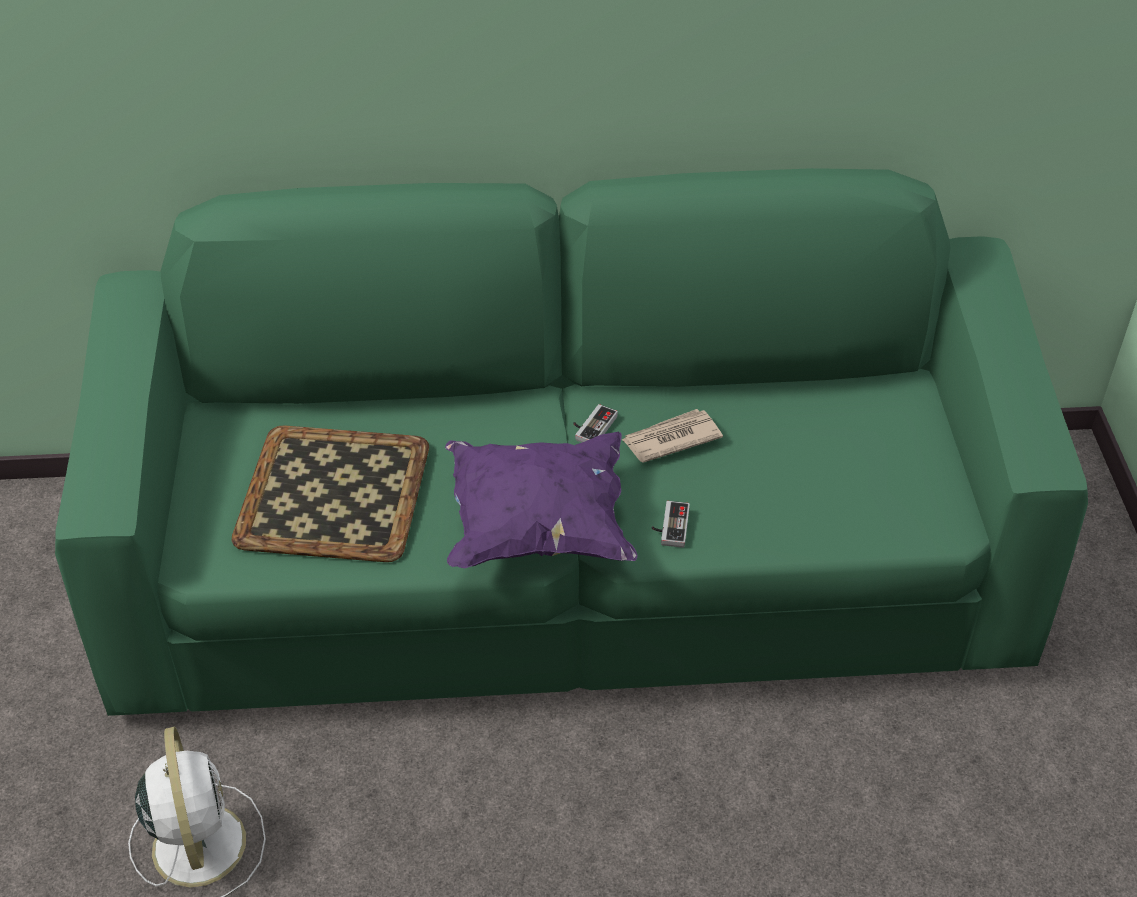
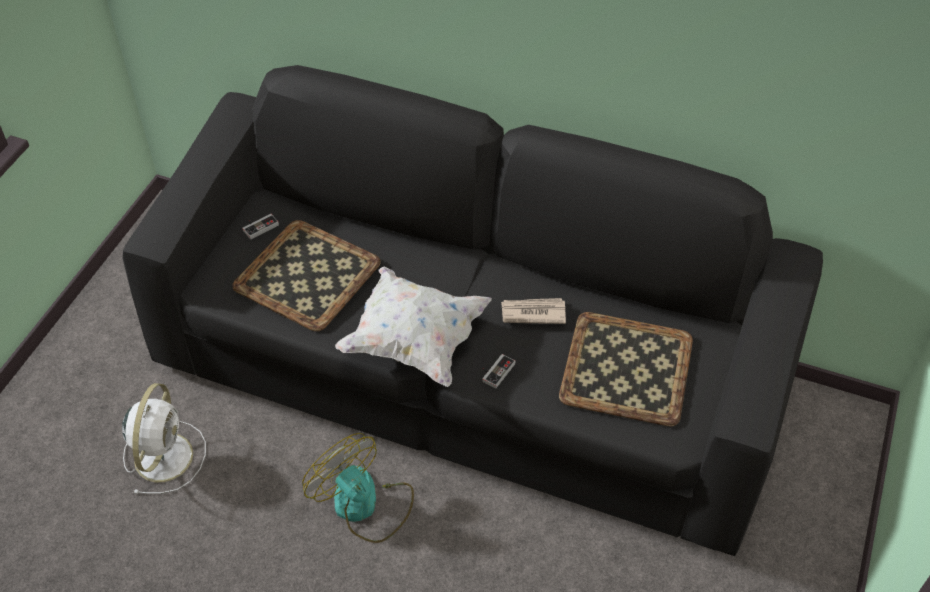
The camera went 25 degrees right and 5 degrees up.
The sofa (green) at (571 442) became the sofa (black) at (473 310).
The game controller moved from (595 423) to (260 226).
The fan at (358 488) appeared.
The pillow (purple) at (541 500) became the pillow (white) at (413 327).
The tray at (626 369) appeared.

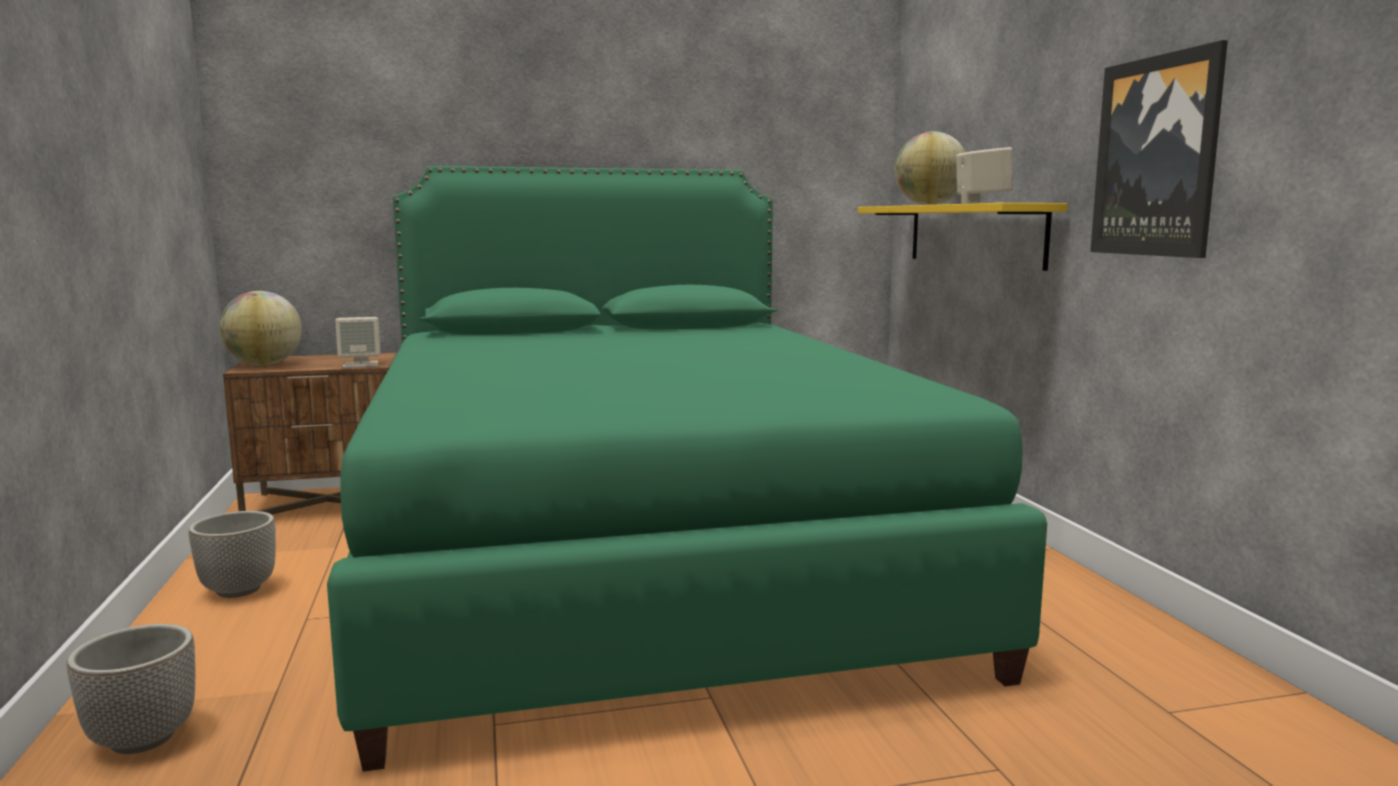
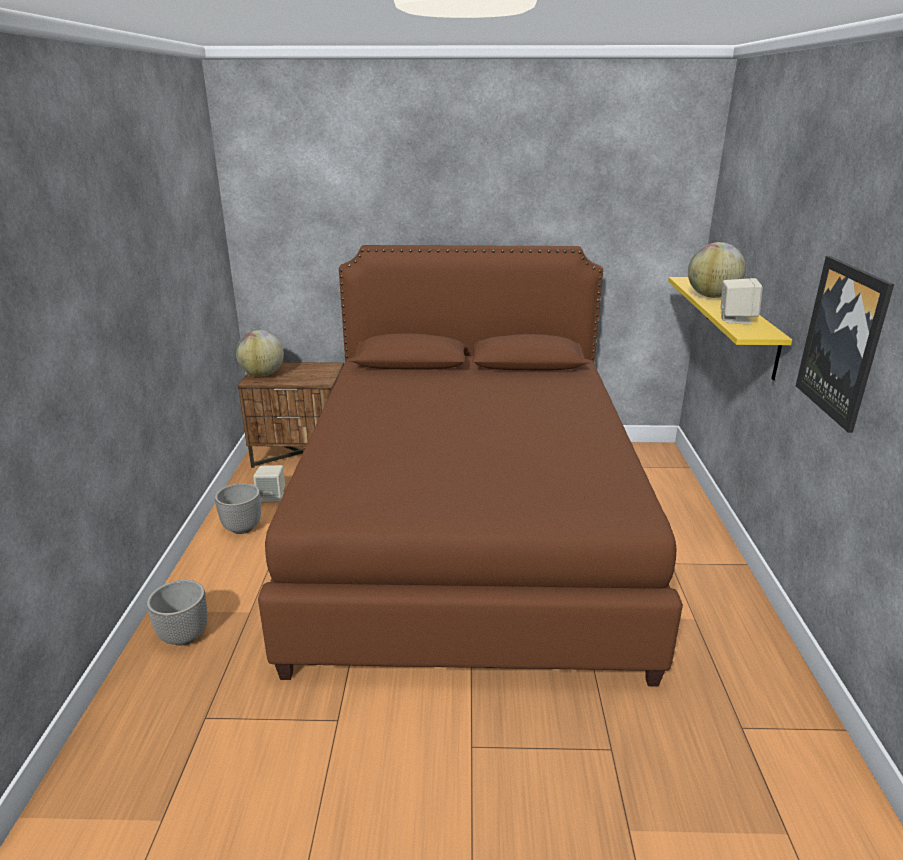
The camera went 15 degrees right and 15 degrees up.
The speaker (beige) moved from (357 342) to (269 483).
The bed (green) at (687 469) became the bed (brown) at (470 466).

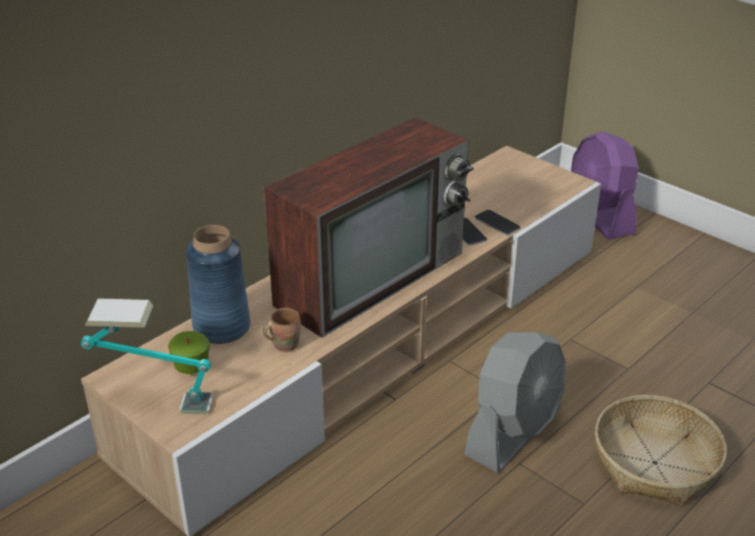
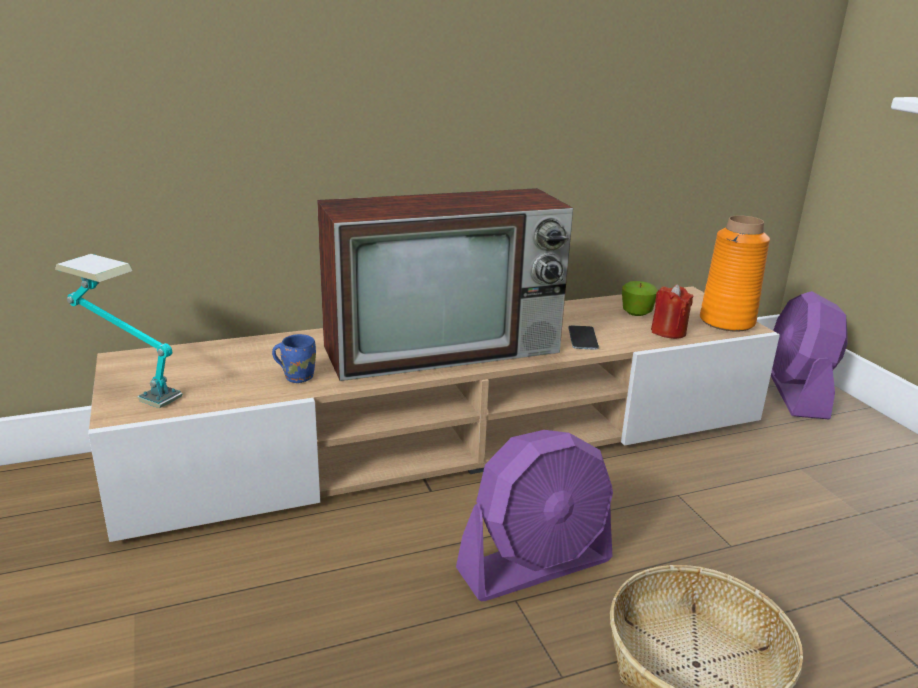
The camera went 25 degrees right and 10 degrees down.
The mug (brown) at (282 330) became the mug (blue) at (294 358).
The fan (grey) at (515 402) became the fan (purple) at (534 515).
The apple moved from (189 352) to (640 298).
The candle (red) at (672 311) appeared.
The vase (orange) at (735 273) appeared.
The vase (blue) at (218 284) disappeared.
The phone at (497 222) disappeared.

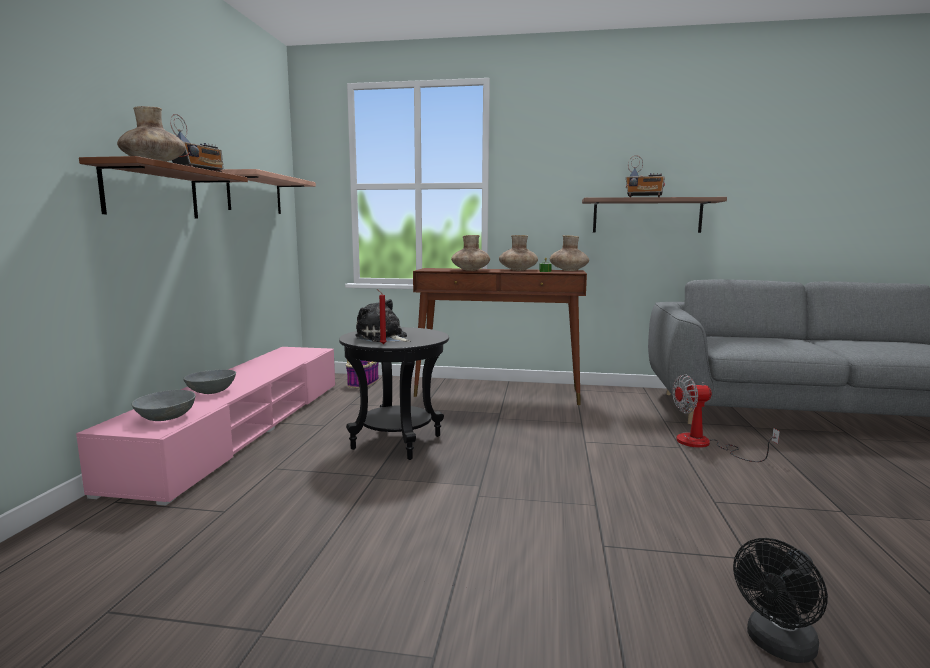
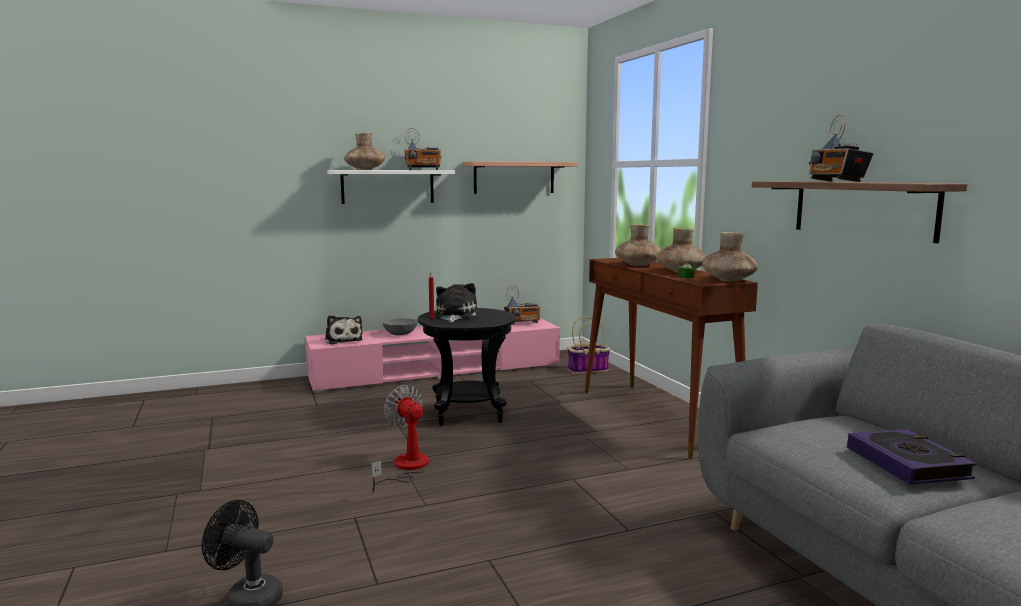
The camera went 60 degrees right and 0 degrees up.
The bowl (grey) at (164 405) was replaced by the plush toy at (344 329).
The shelf (brown) at (163 187) became the shelf (white) at (391 187).
The fan moved from (726 418) to (400 439).
The radio at (522 305) appeared.
The book at (912 457) appeared.

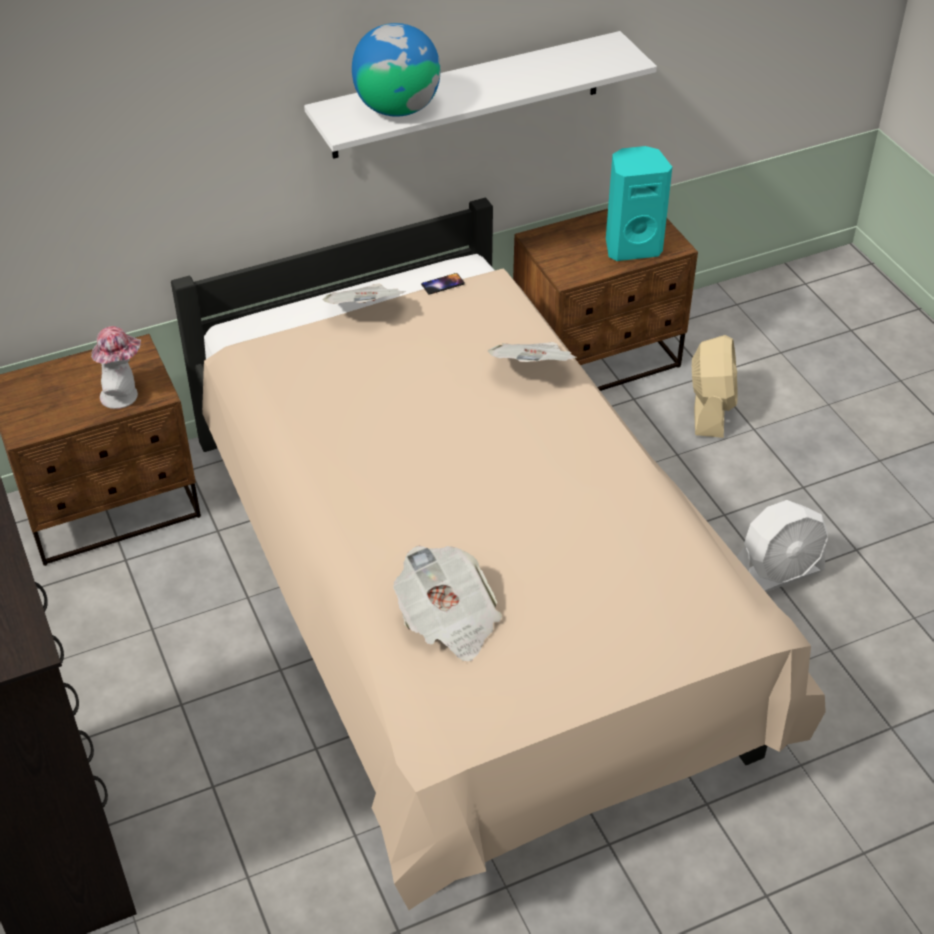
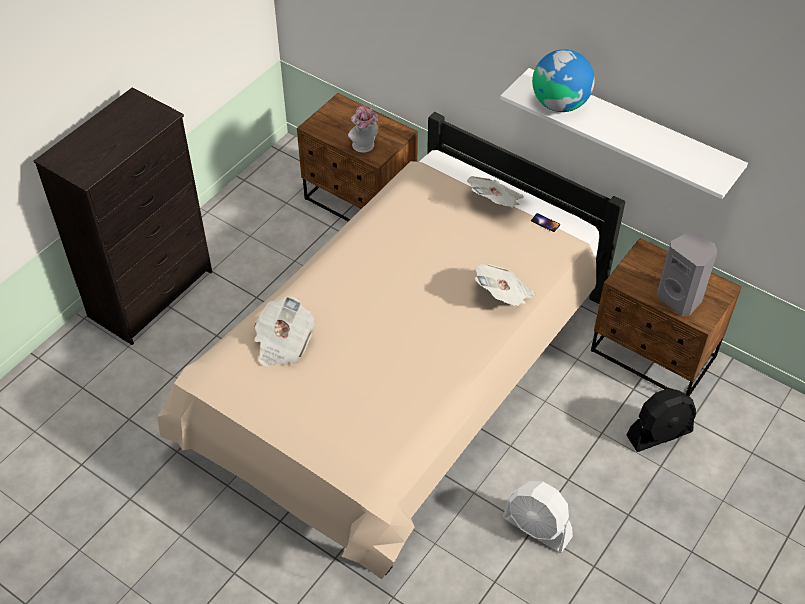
The camera went 60 degrees right and 5 degrees up.
The fan (beige) at (714 386) became the fan (black) at (661 420).
The speaker (turquoise) at (639 203) became the speaker (grey) at (687 274).

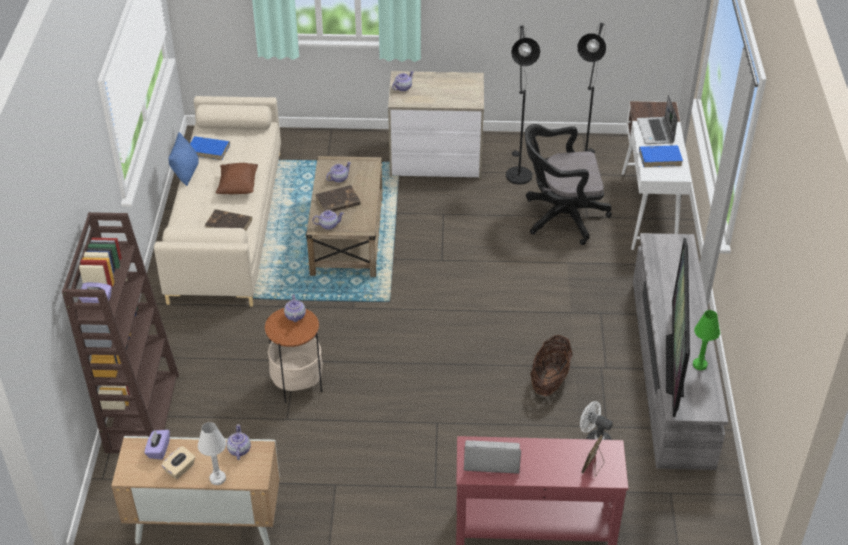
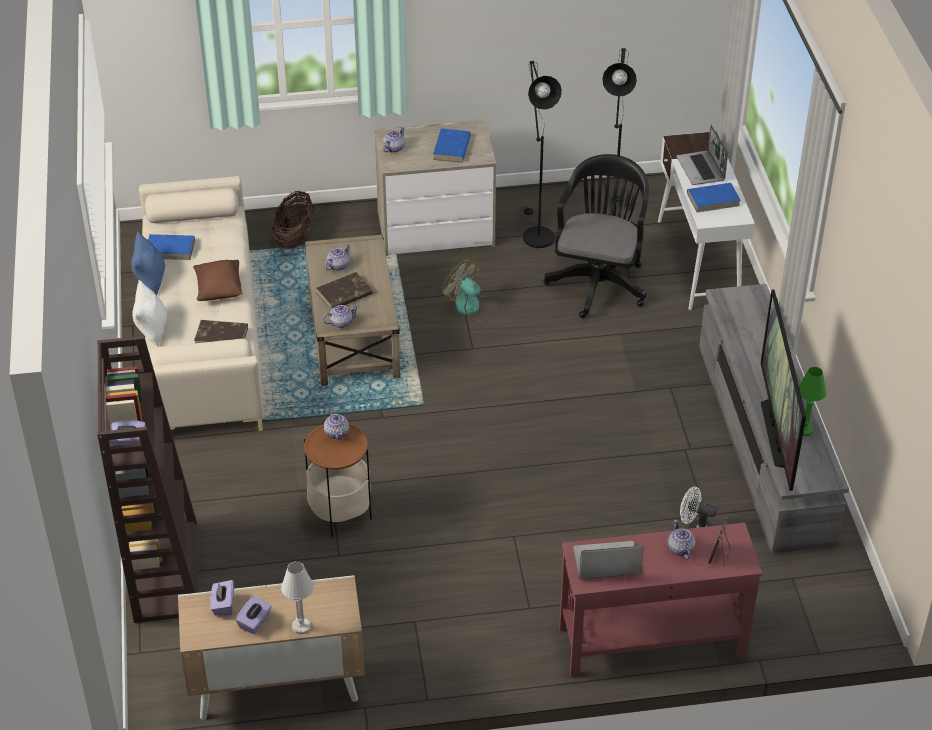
The camera went 10 degrees left and 0 degrees up.
The pillow (white) at (150 313) appeared.
The tissue box (beige) at (179 462) became the tissue box (purple) at (254 615).
The basket moved from (551 365) to (293 220).
The book (blue) at (452 145) appeared.
The fan at (471 290) appeared.
The office chair (black) at (568 184) turned 120 degrees clockwise.
The teapot moved from (239 442) to (681 539).

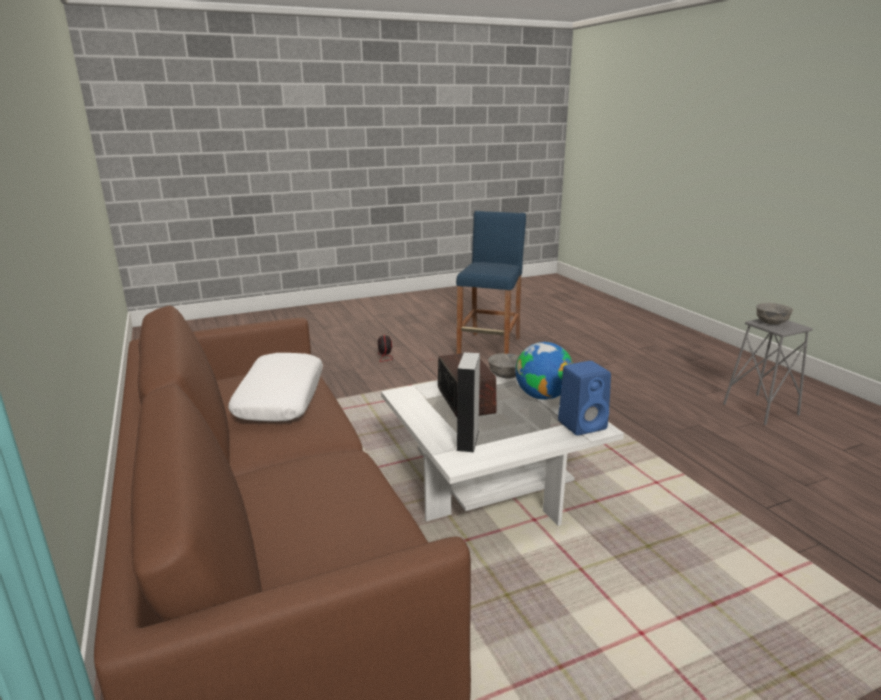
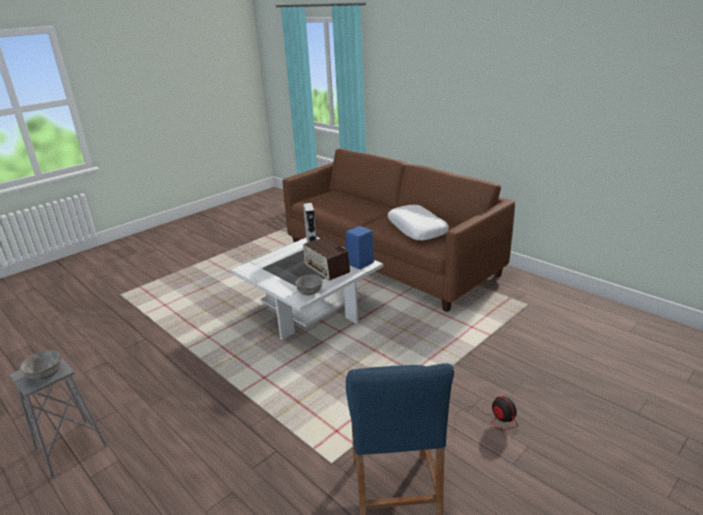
The camera went 160 degrees right and 5 degrees up.
The speaker (blue) moved from (584 398) to (360 247).
The globe at (544 371) disappeared.

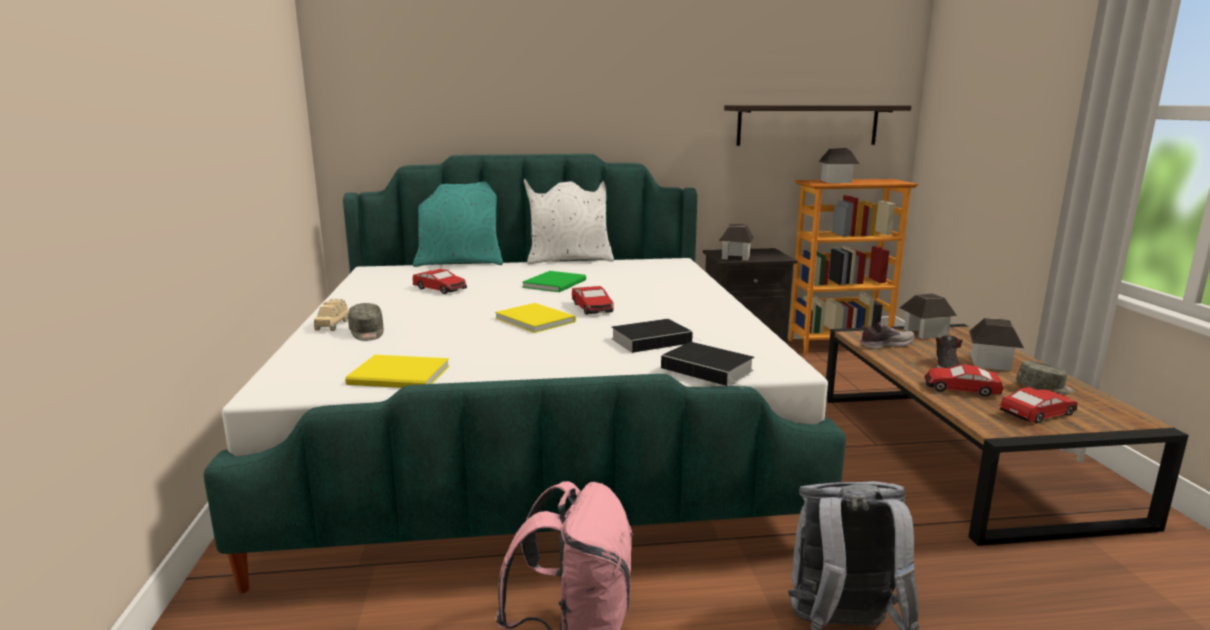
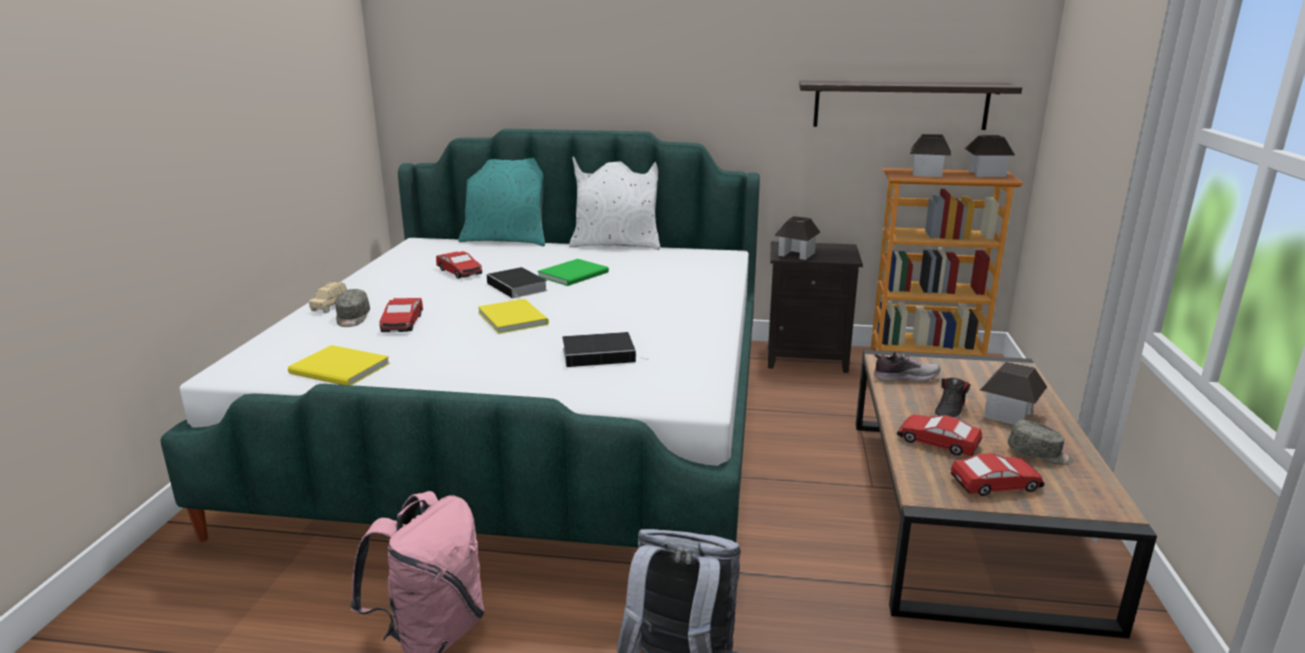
The camera went 15 degrees right and 5 degrees up.
The toy car moved from (593 300) to (401 315).
The book moved from (707 365) to (517 283).
The toy house moved from (928 316) to (989 156).

